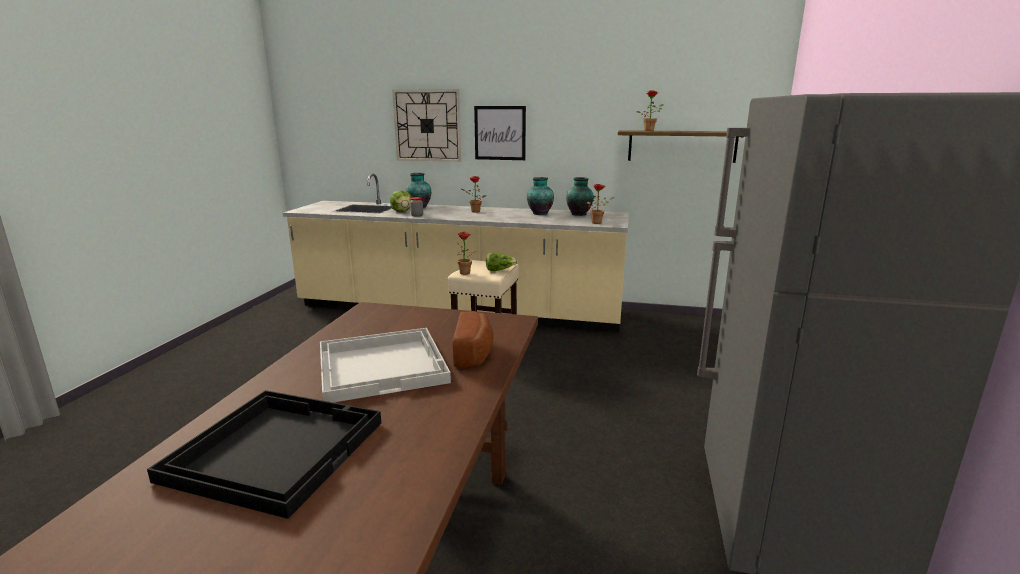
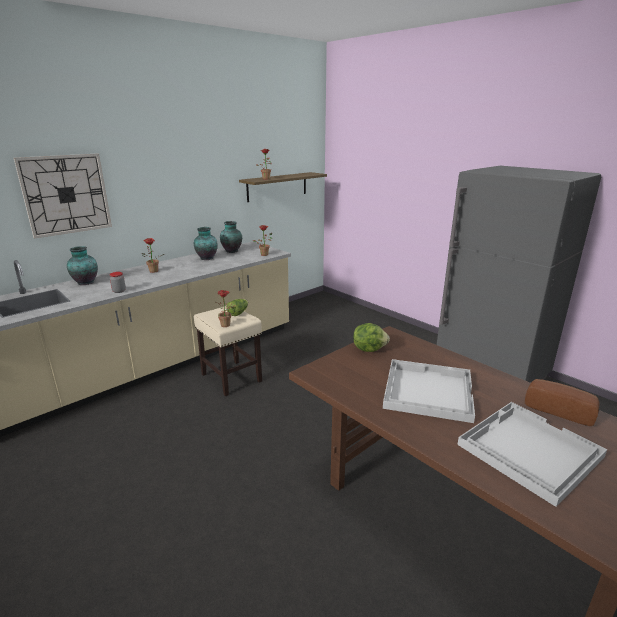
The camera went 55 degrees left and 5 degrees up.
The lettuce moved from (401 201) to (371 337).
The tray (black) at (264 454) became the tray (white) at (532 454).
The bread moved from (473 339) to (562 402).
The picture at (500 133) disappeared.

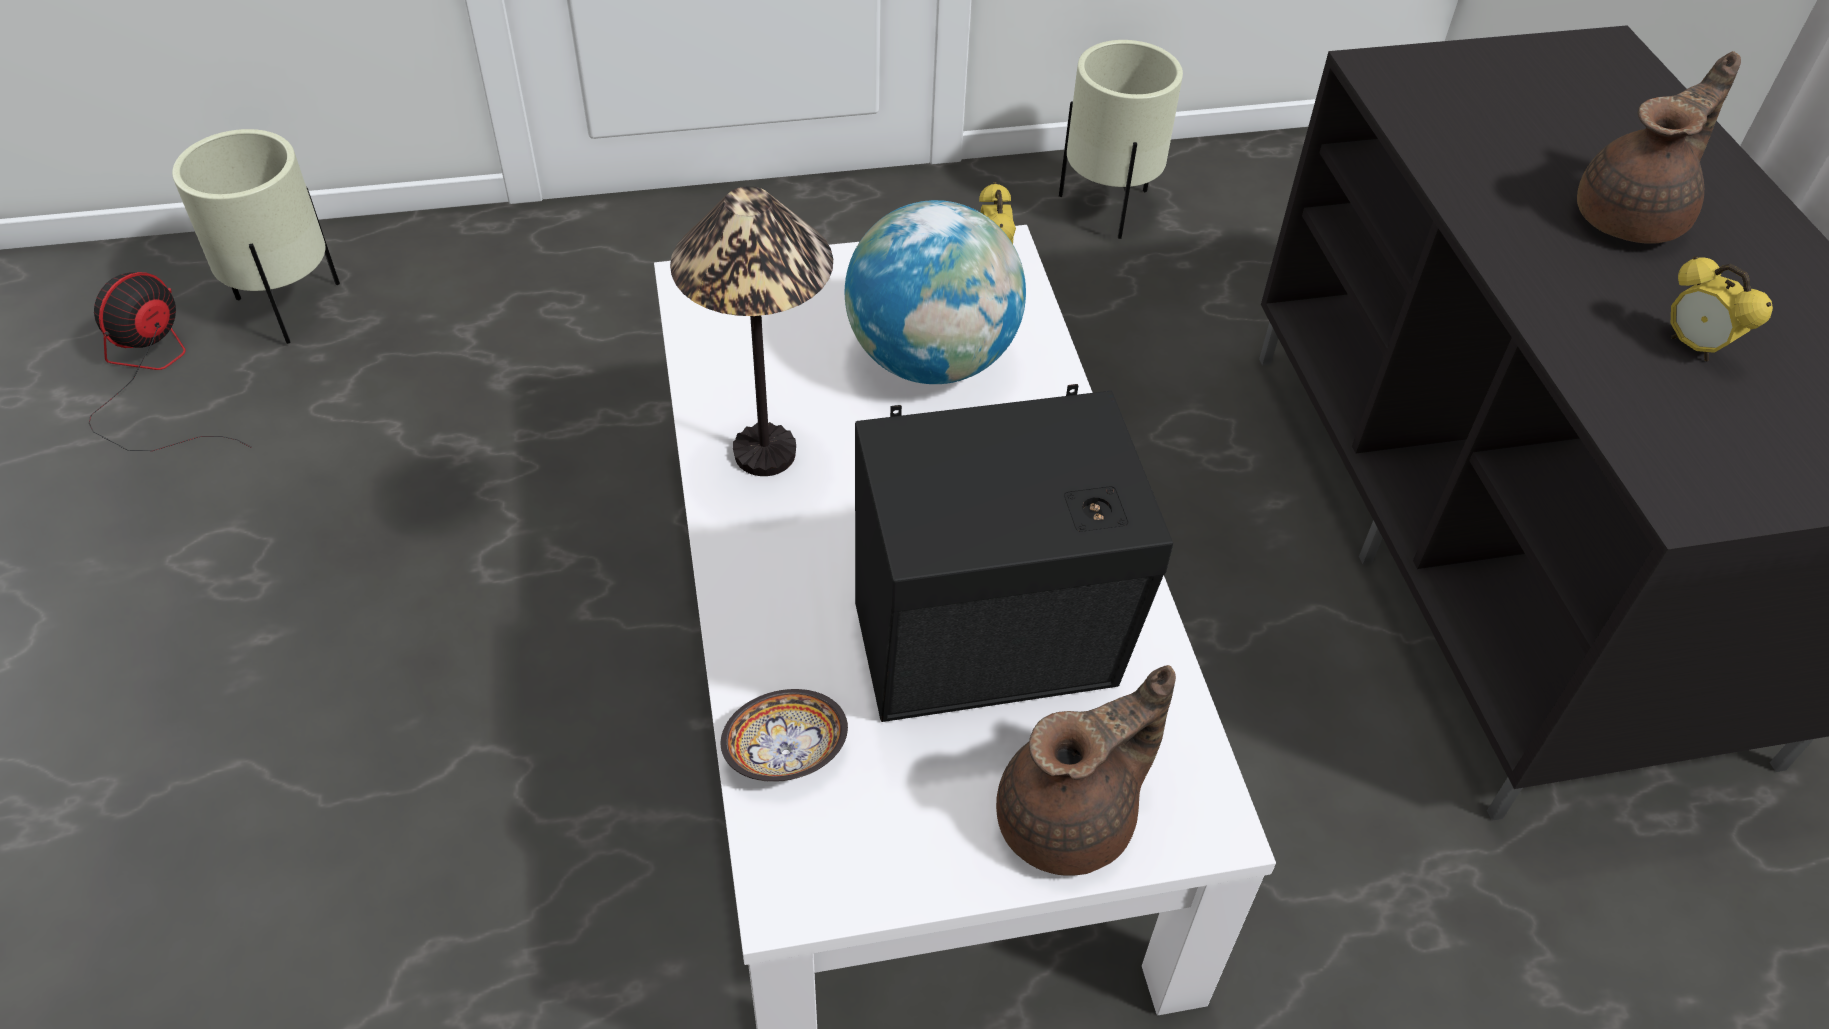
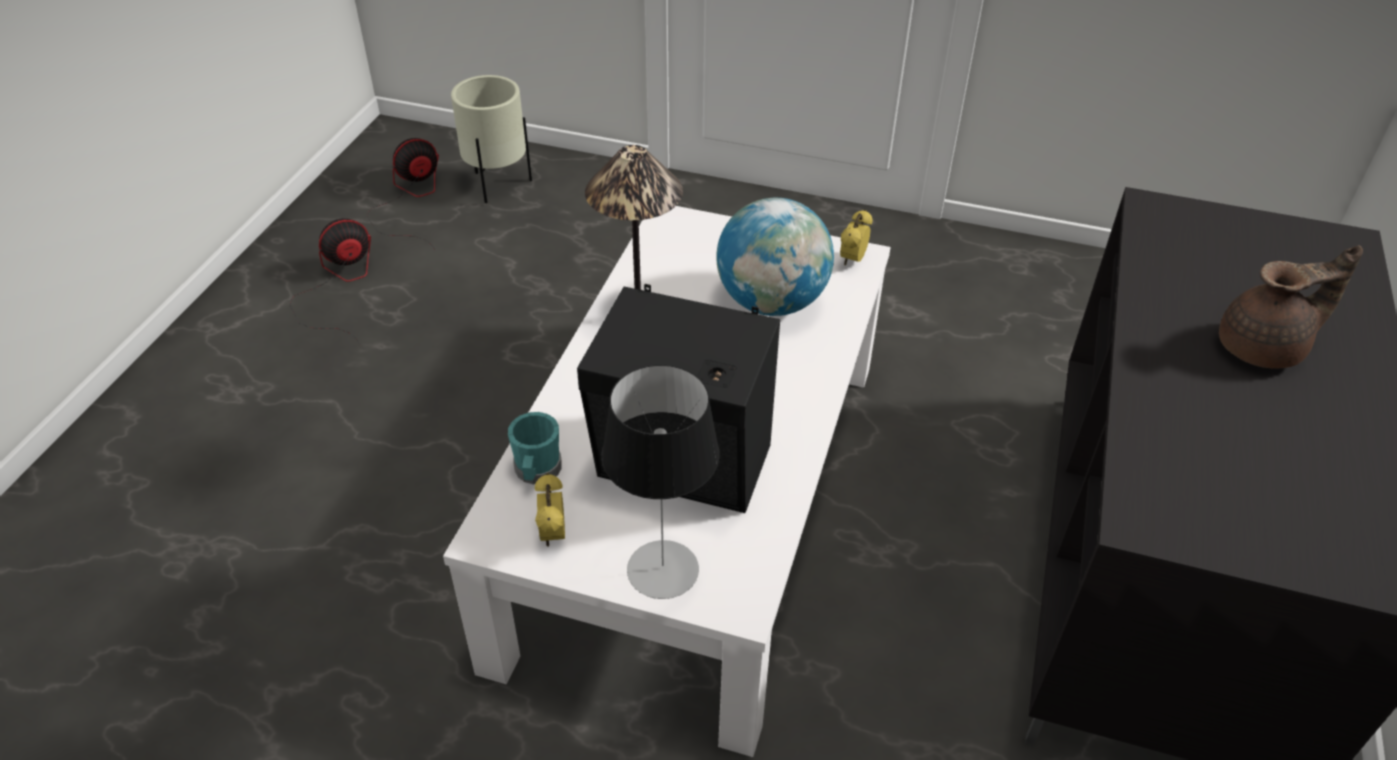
The camera went 30 degrees right and 5 degrees down.
The fan at (330 281) appeared.
The bowl at (784 735) was replaced by the mug (turquoise) at (535 448).
The alarm clock moved from (1722 309) to (550 509).
The teapot (brown) at (1086 770) was replaced by the table lamp at (660 482).
The planter (beige) at (1121 139) disappeared.

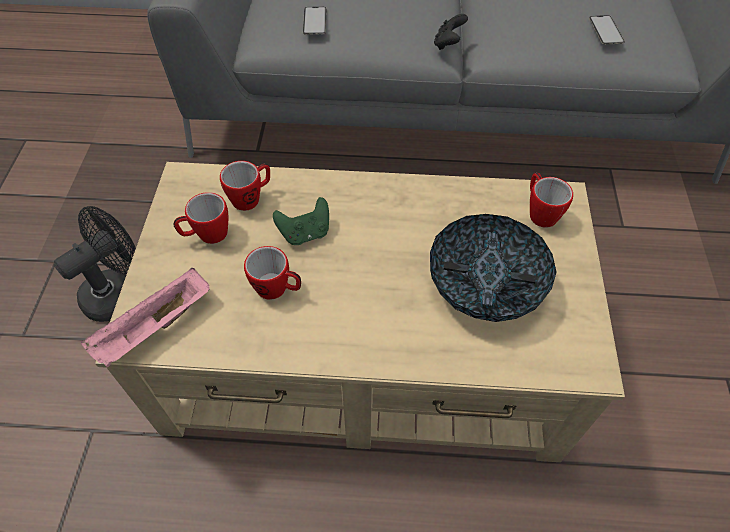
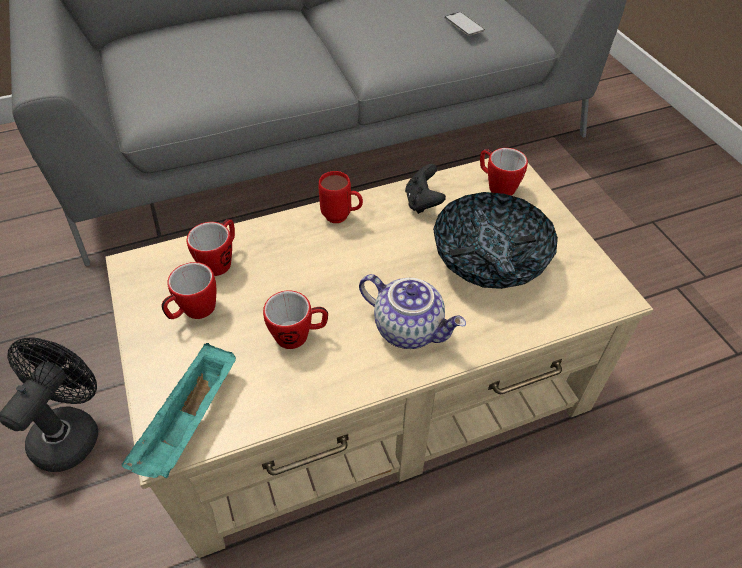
The camera went 25 degrees left and 5 degrees down.
The tray (pink) at (145 317) became the tray (turquoise) at (179 410).
The mug (red) at (340 197) appeared.
The teapot at (412 311) appeared.
The game controller (black) moved from (451 32) to (425 189).
The game controller (green) at (301 221) disappeared.
The phone at (315 21) disappeared.

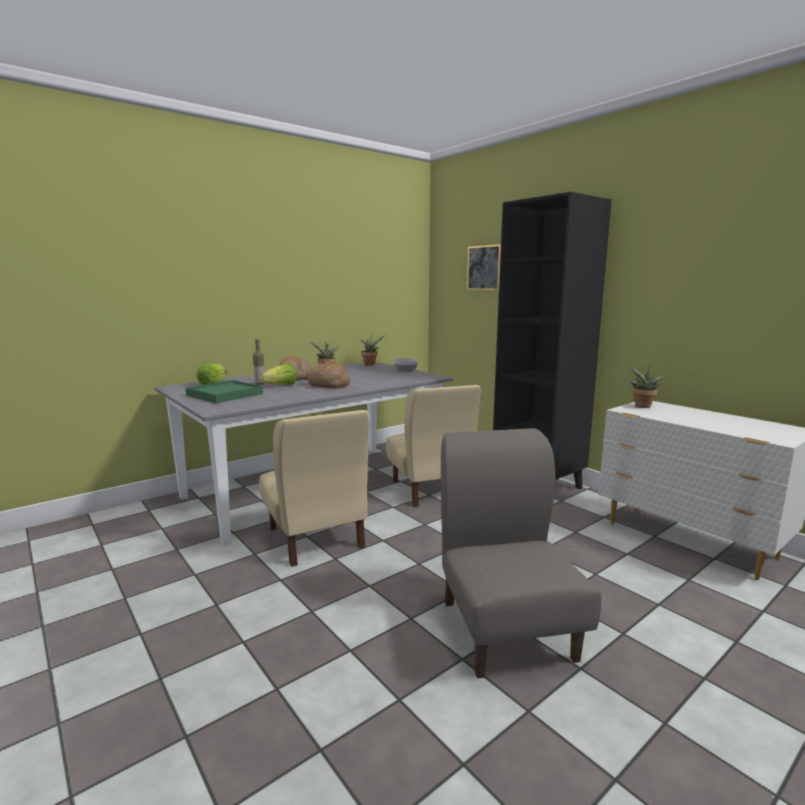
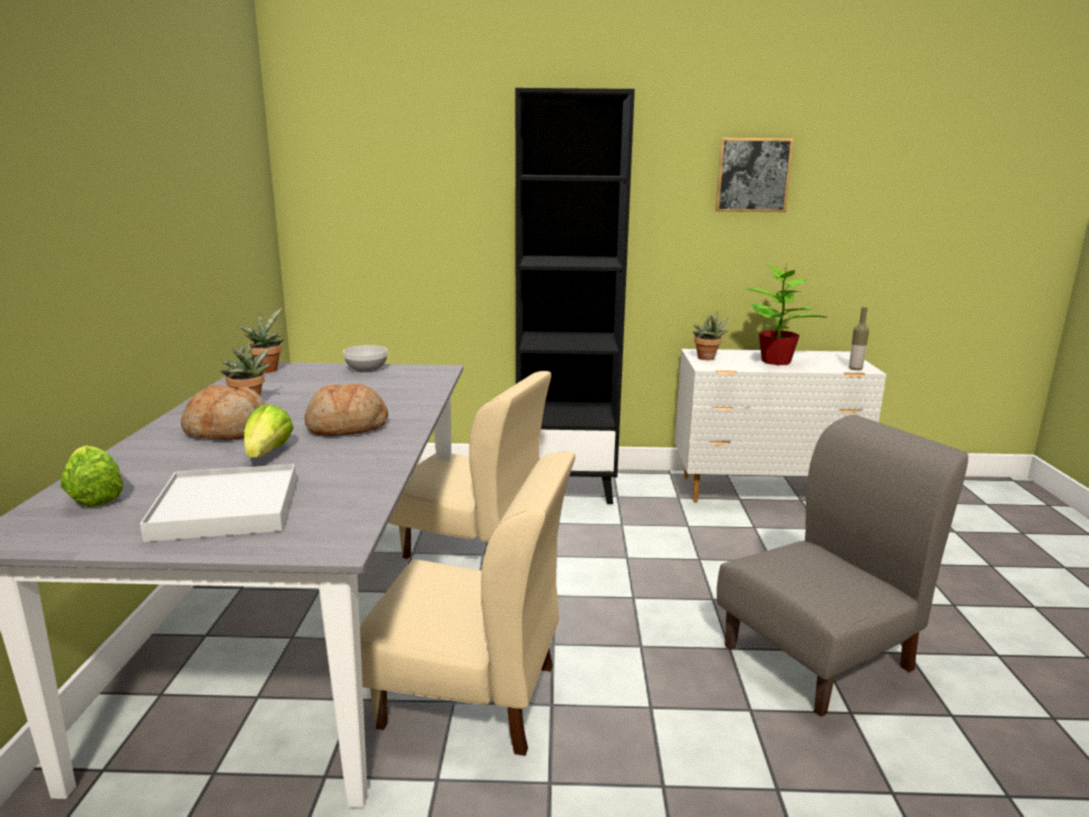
The camera went 50 degrees left and 5 degrees up.
The tray (green) at (224 391) became the tray (white) at (218 503).
The picture moved from (484 267) to (754 175).
The chair (grey) at (521 553) turned 120 degrees clockwise.
The potted plant at (787 313) appeared.
The bottle moved from (259 362) to (859 338).

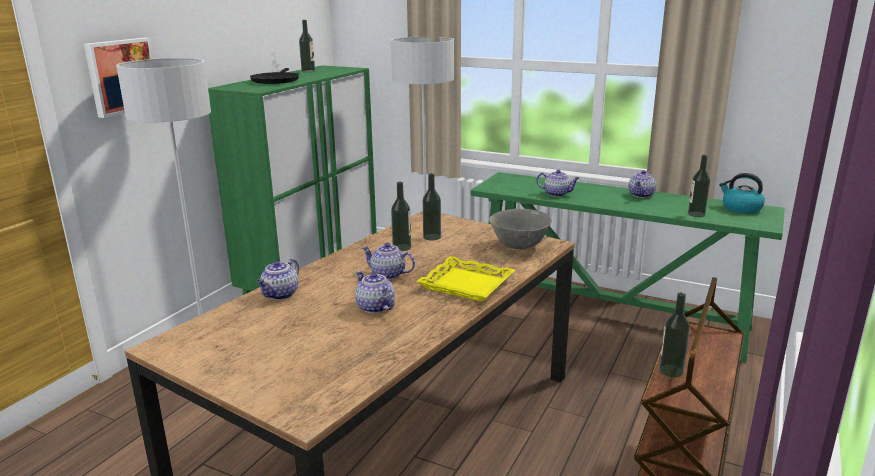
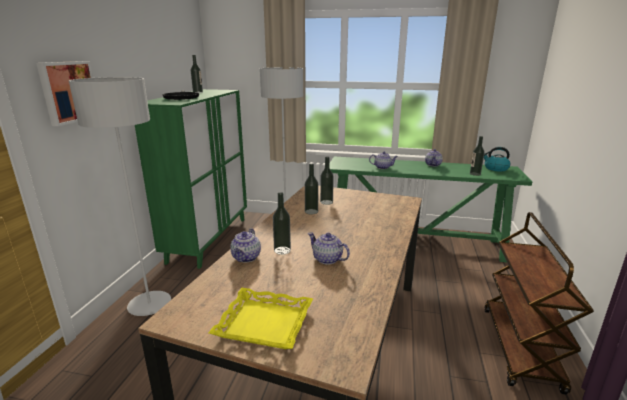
The camera went 15 degrees left and 0 degrees up.
The tray (yellow) moved from (465 279) to (261 318).
The bottle moved from (674 335) to (282 223).
The teapot at (388 261) disappeared.
The bowl (grey) at (520 229) disappeared.

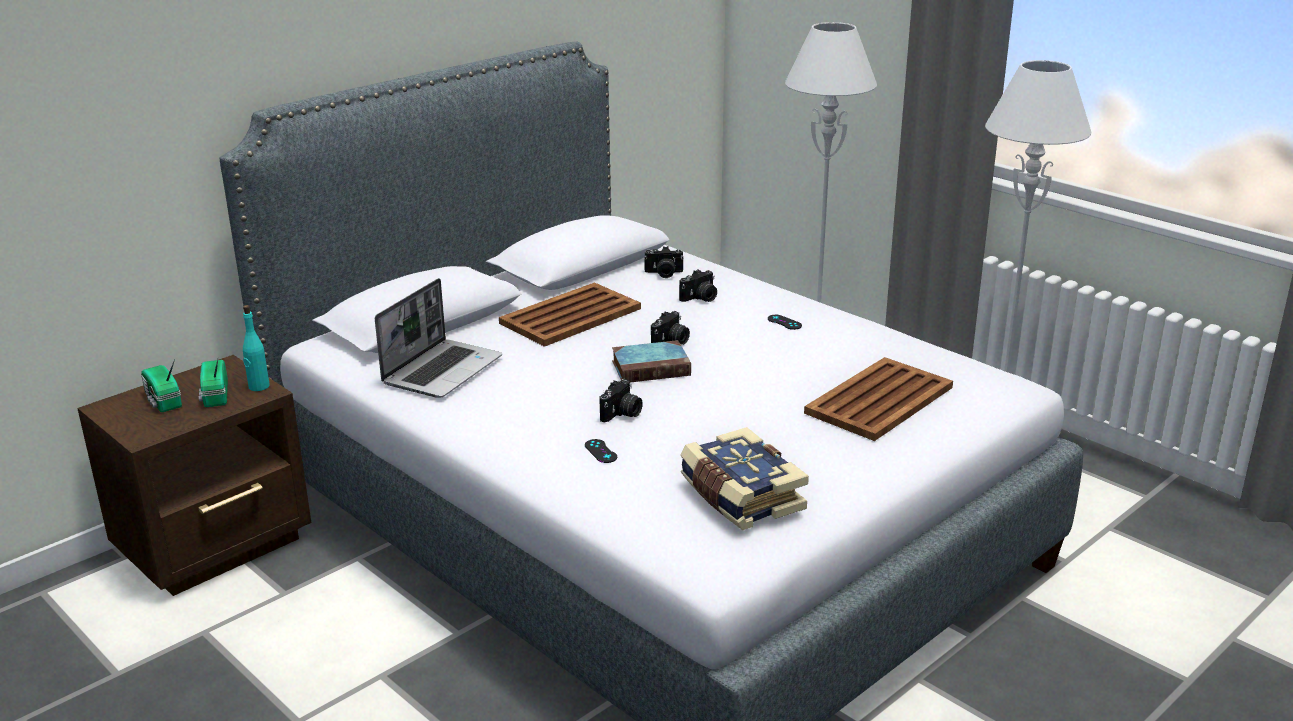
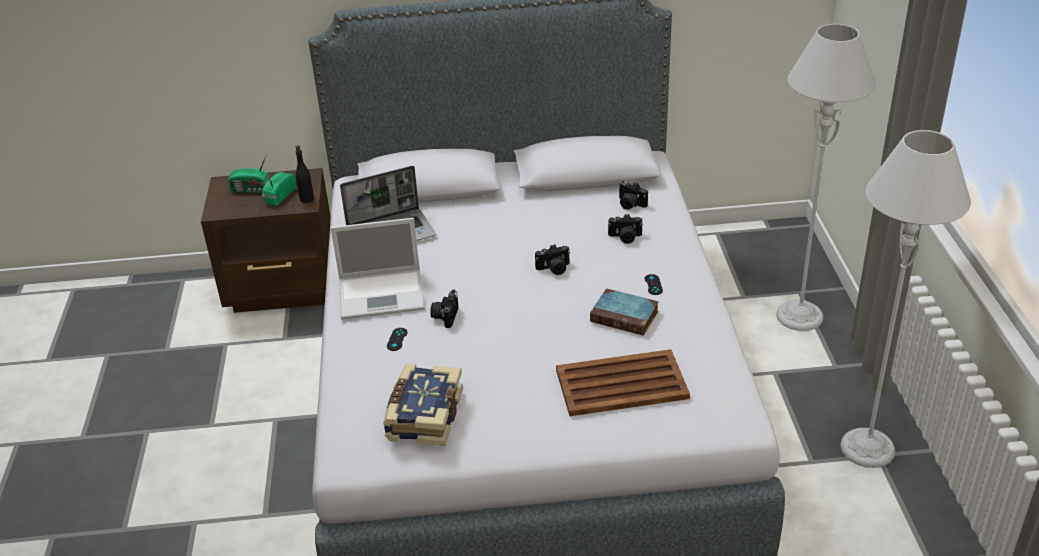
The camera went 40 degrees right and 10 degrees up.
The radio at (161 385) turned 90 degrees counterclockwise.
The bottle (turquoise) at (256 348) became the bottle (black) at (305 174).
The laptop at (378 269) appeared.
The photo camera at (621 401) turned 120 degrees clockwise.
The book moved from (651 361) to (624 312).
The tray (brown) at (570 314) disappeared.

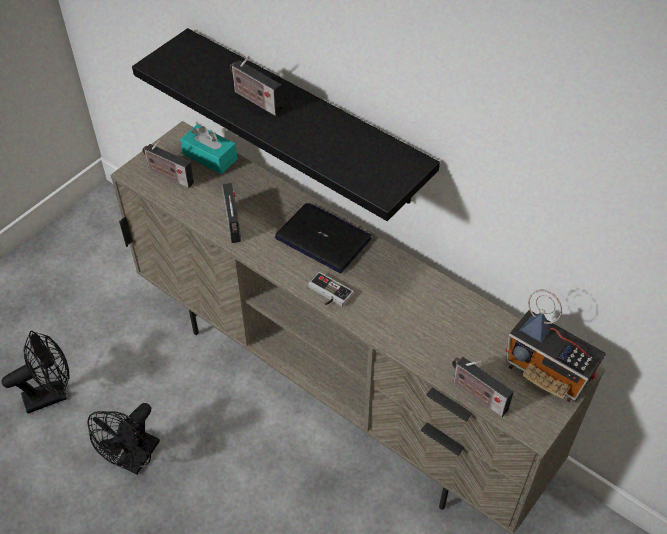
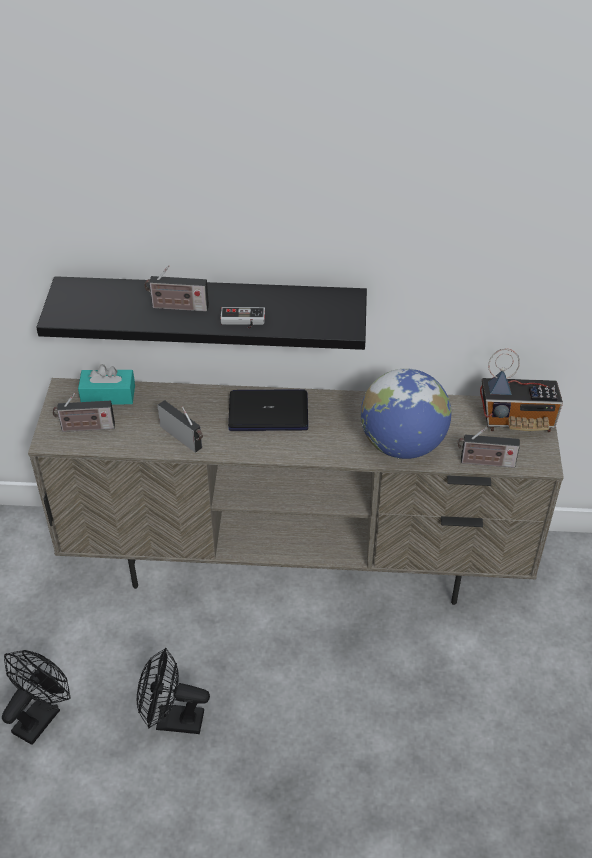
The camera went 35 degrees left and 5 degrees down.
The fan (black) at (123 439) turned 105 degrees clockwise.
The game controller moved from (330 289) to (242 317).
The globe at (406 413) appeared.

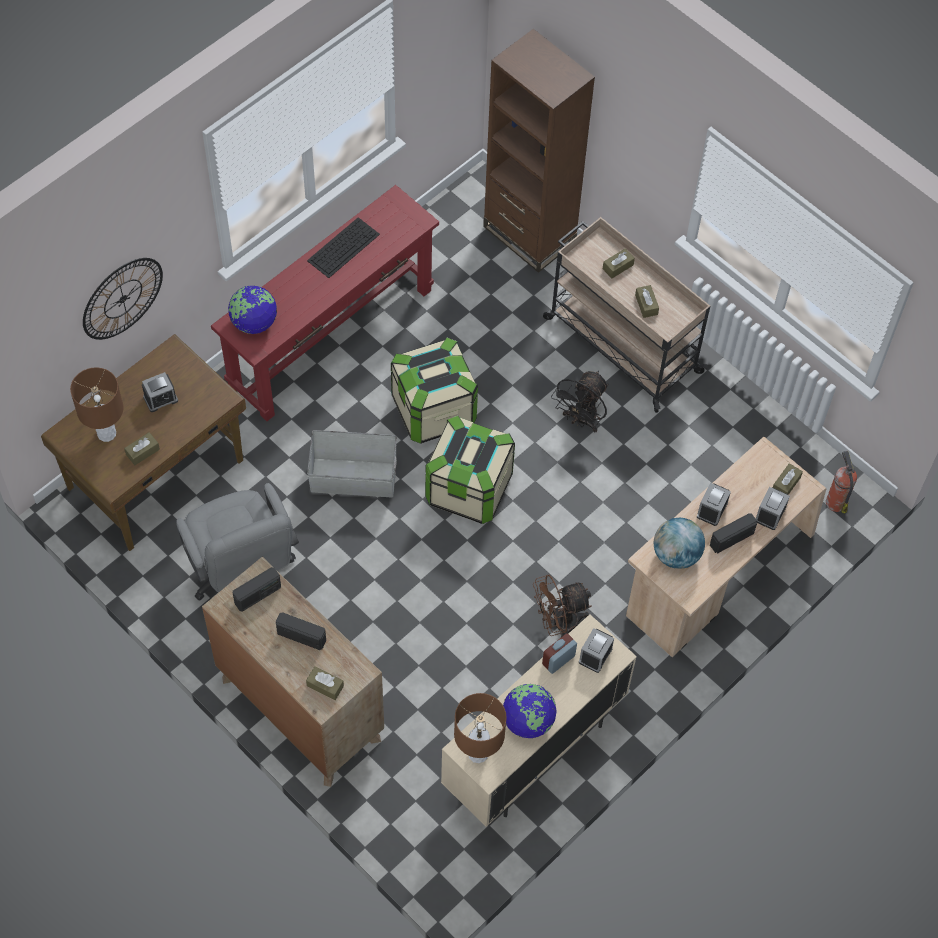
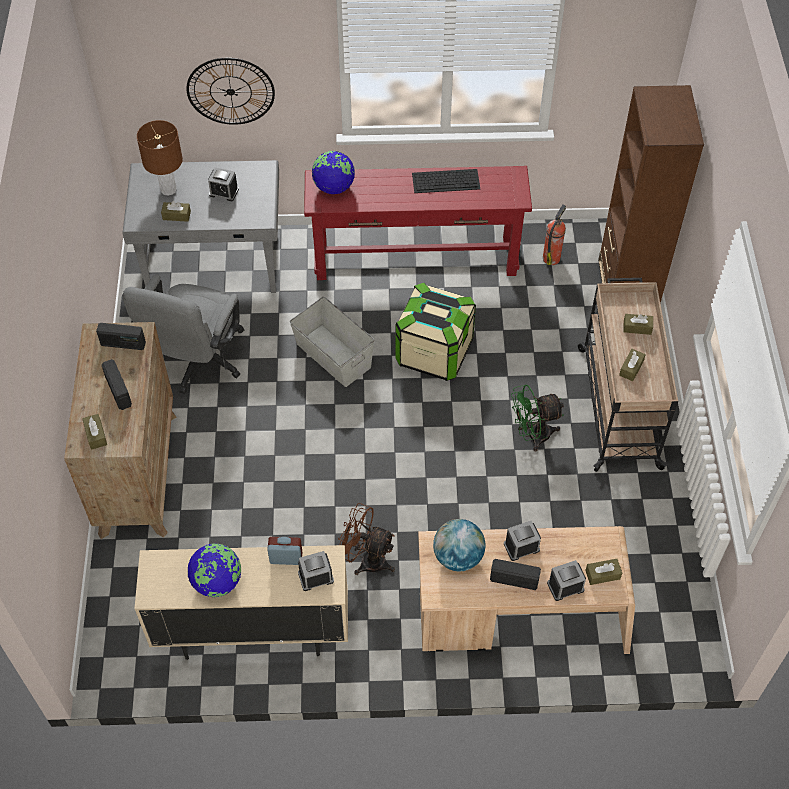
The camera went 45 degrees right and 5 degrees down.
The desk (brown) at (143 442) became the desk (grey) at (200 226).
The fan (black) at (580 402) became the fan (green) at (537 418).
The fire extinguisher moved from (841 482) to (554 235).
The storage box at (470 470) disappeared.
The table lamp (brown) at (480 728) disappeared.

